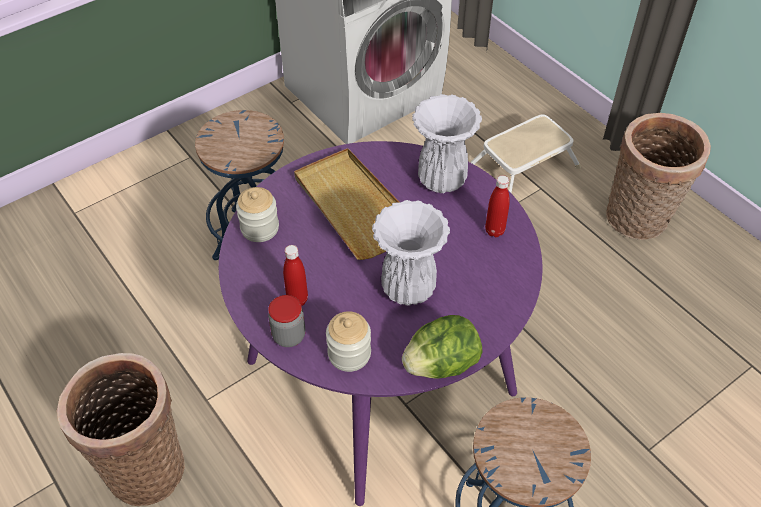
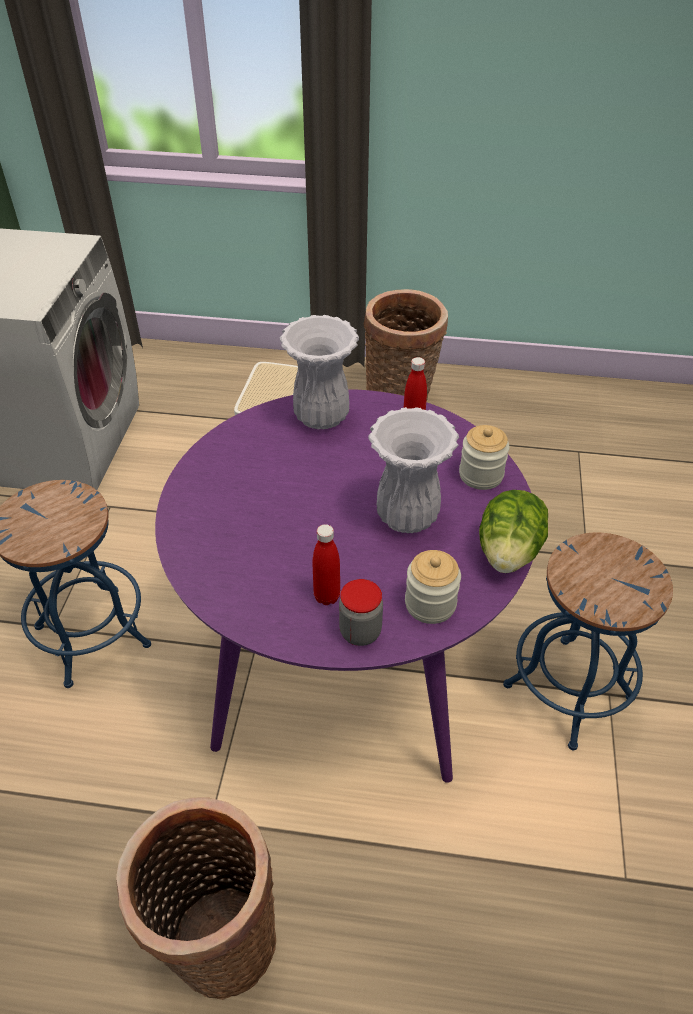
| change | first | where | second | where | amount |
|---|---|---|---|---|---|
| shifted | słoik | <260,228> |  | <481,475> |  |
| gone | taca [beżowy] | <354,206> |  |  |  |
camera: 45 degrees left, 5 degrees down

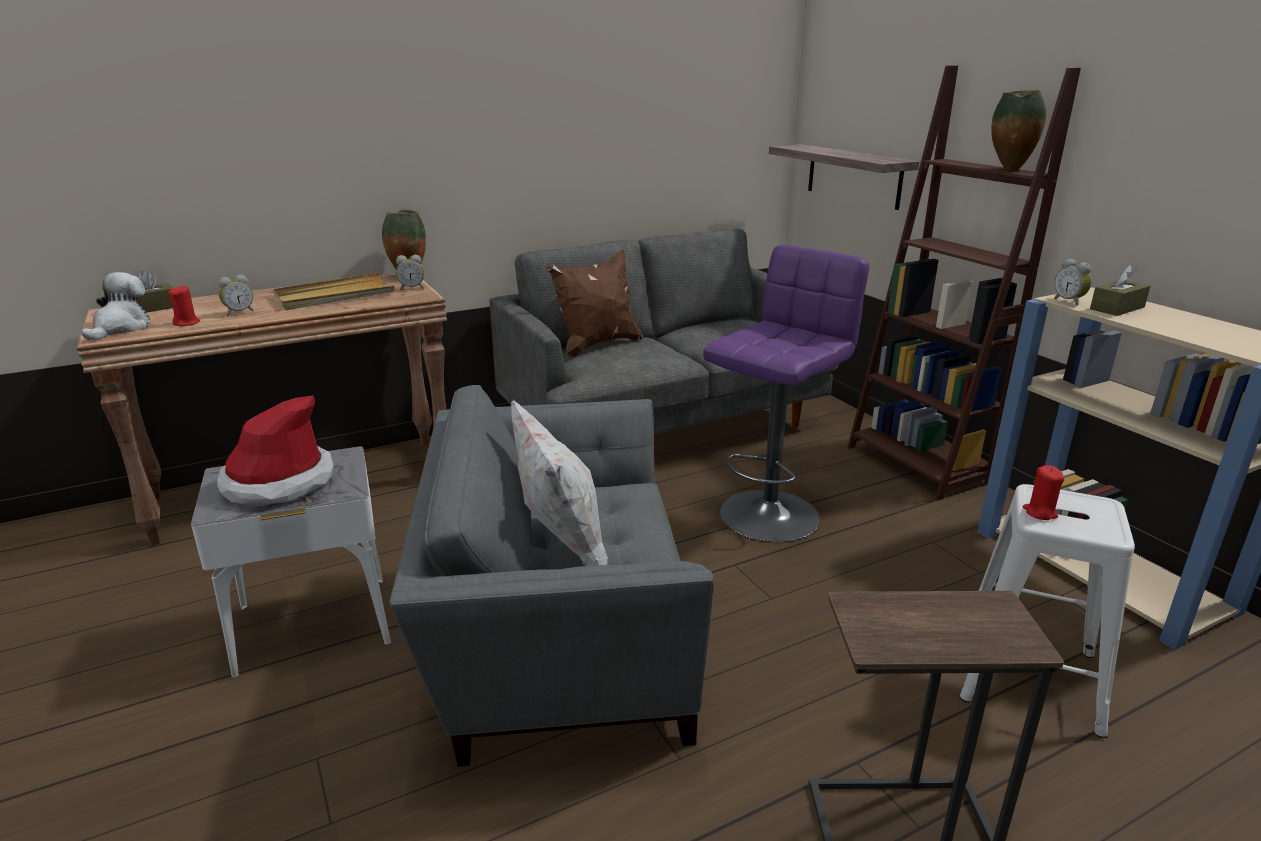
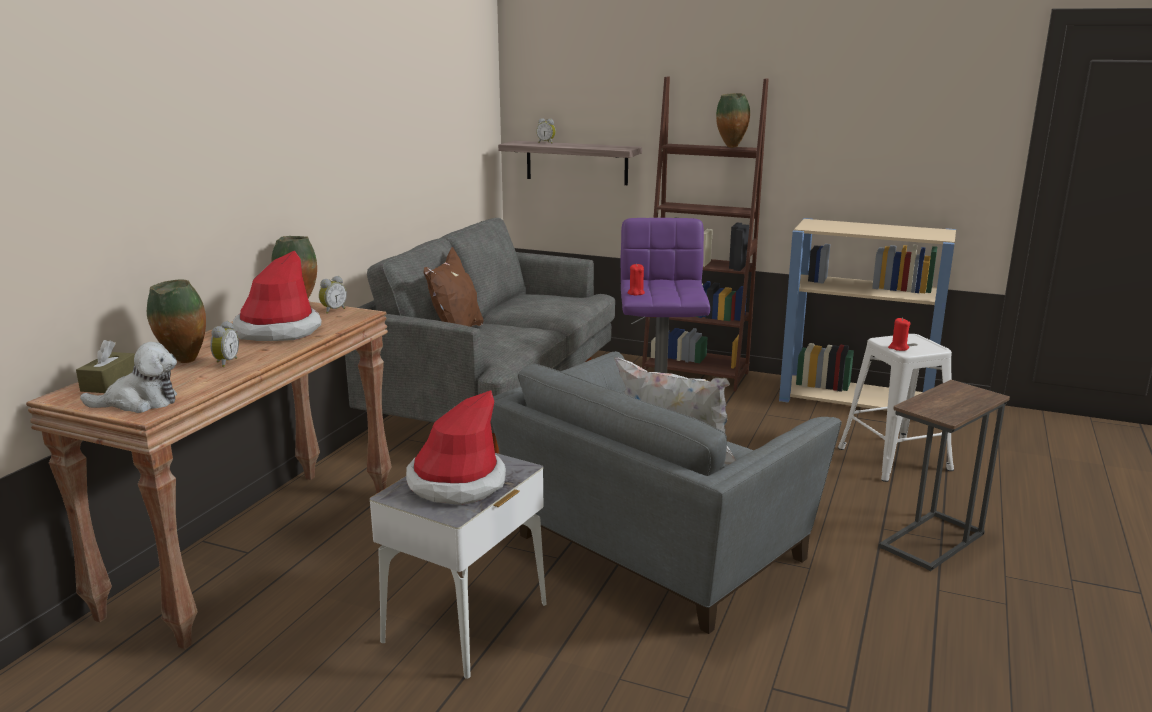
| change | first | where | second | where | amount |
|---|---|---|---|---|---|
| rotated | pluszak | <121,328> |  | <140,402> | 105 degrees clockwise |
| new |  |  | wazon | <184,362> |  |
| swapped | taca [beżowy] | <334,296> | kapelusz | <278,331> |  |
| shifted | budzik | <1069,301> |  | <546,142> |  |
| shifted | świeca [czerwony] | <187,323> |  | <636,293> |  |
| gone | pudełko chusteczek [brązowy] | <1117,308> |  |  |  |
camera: 40 degrees left, 5 degrees down

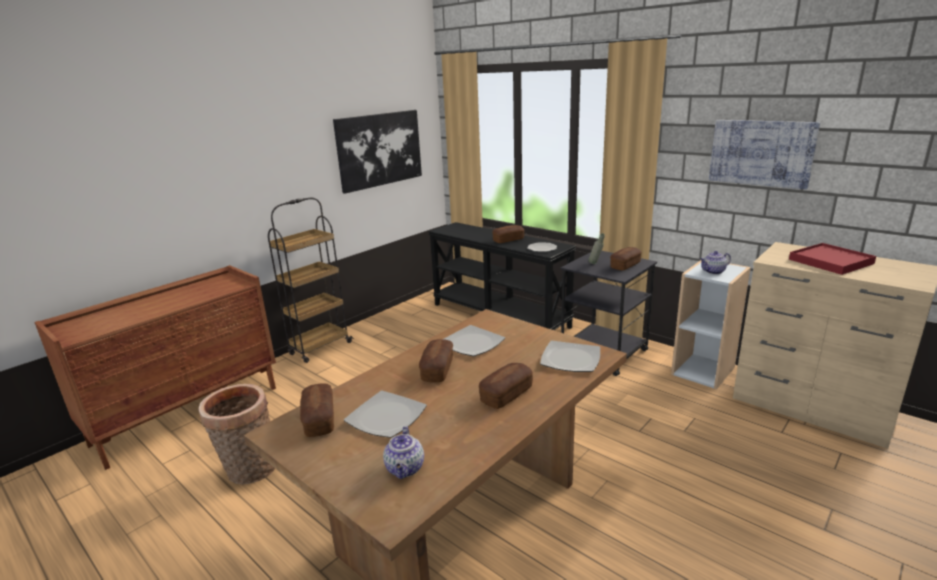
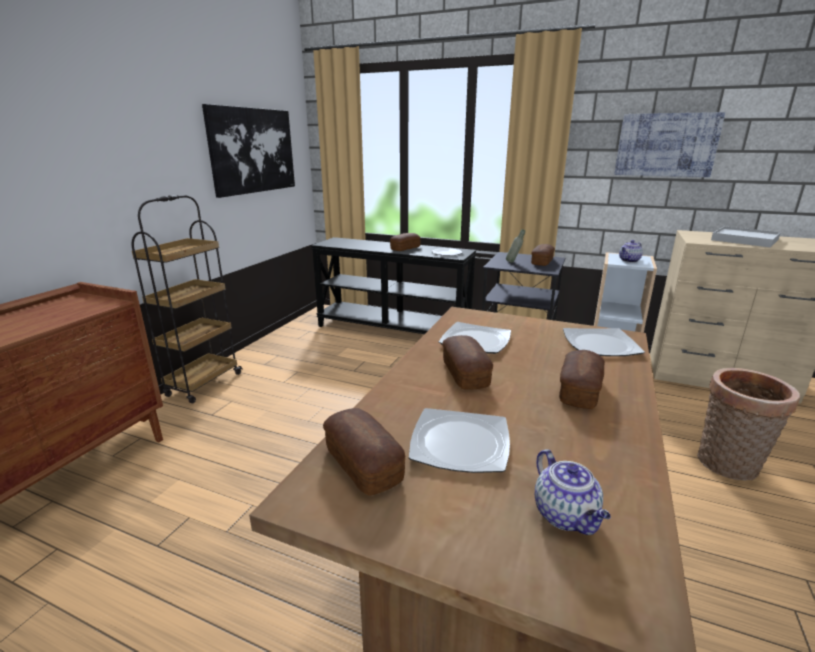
| change | first | where | second | where | amount |
|---|---|---|---|---|---|
| shifted | koszyk | <249,471> |  | <728,466> |  |
| repainted | taca [czerwony] | <830,261> | taca [biały] | <744,240> |  |
camera: 20 degrees left, 0 degrees up

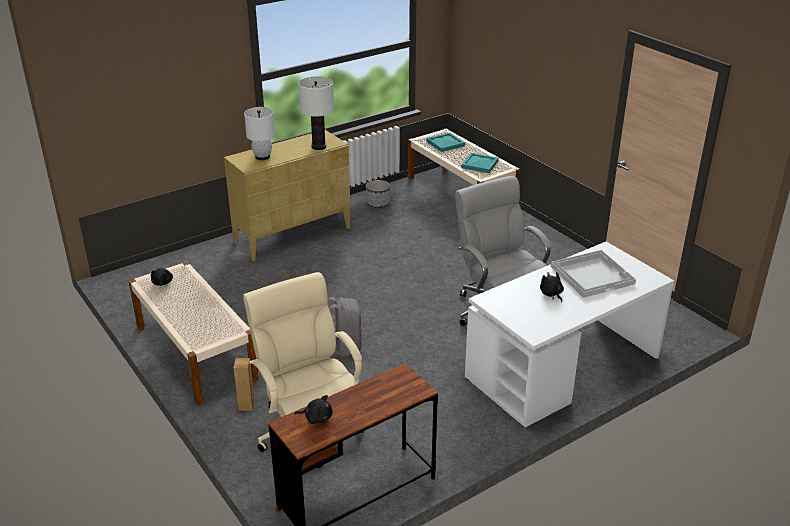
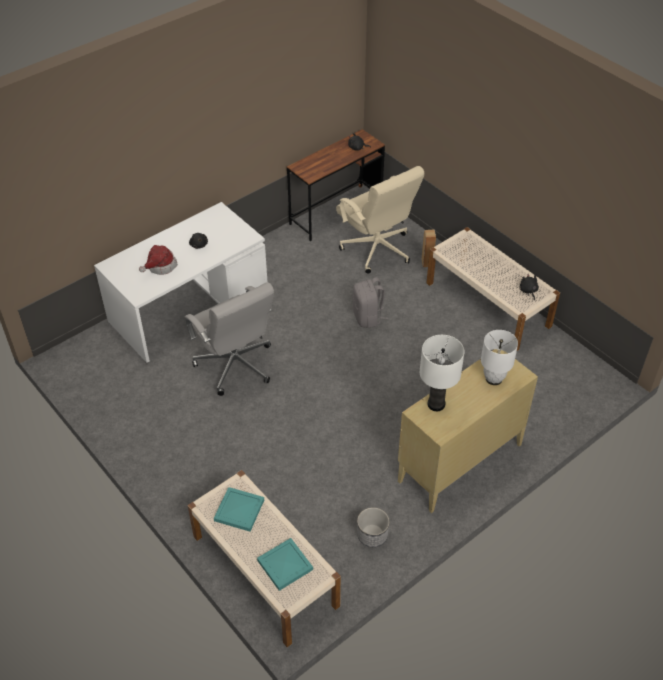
| change | first | where | second | where | amount |
|---|---|---|---|---|---|
| swapped | taca [biały] | <592,275> | kapelusz | <160,266> |  |
camera: 175 degrees right, 15 degrees up

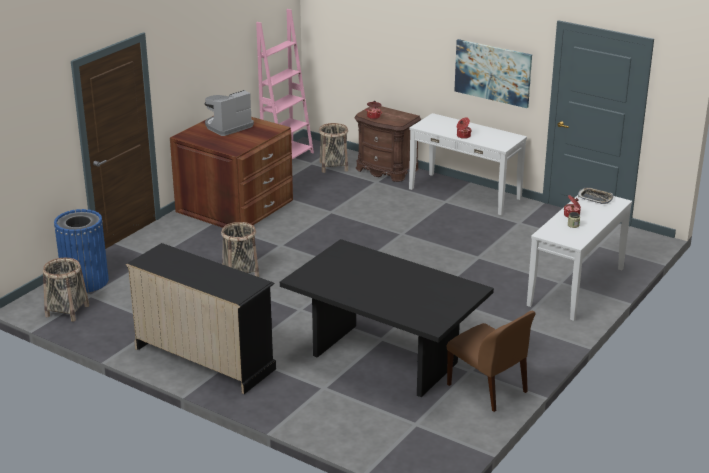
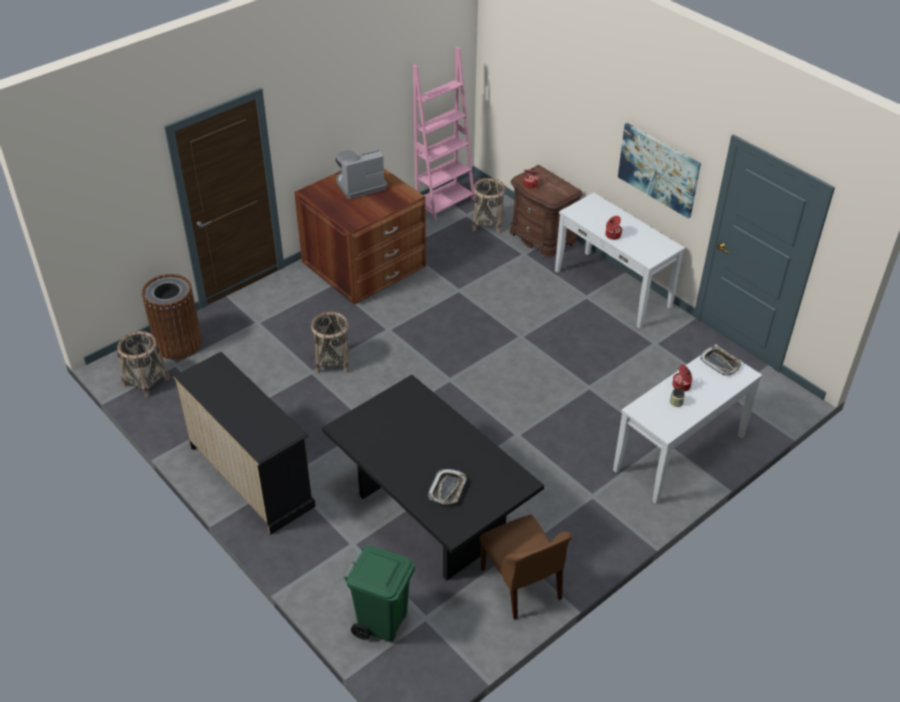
| change | first | where | second | where | amount |
|---|---|---|---|---|---|
| repainted | kosz na śmieci [niebieski] | <85,281> | kosz na śmieci [brązowy] | <178,343> |  |
| new |  |  | kosz na śmieci [zielony] | <382,621> |  |
| new |  |  | taca | <448,489> |  |
camera: 15 degrees right, 15 degrees up

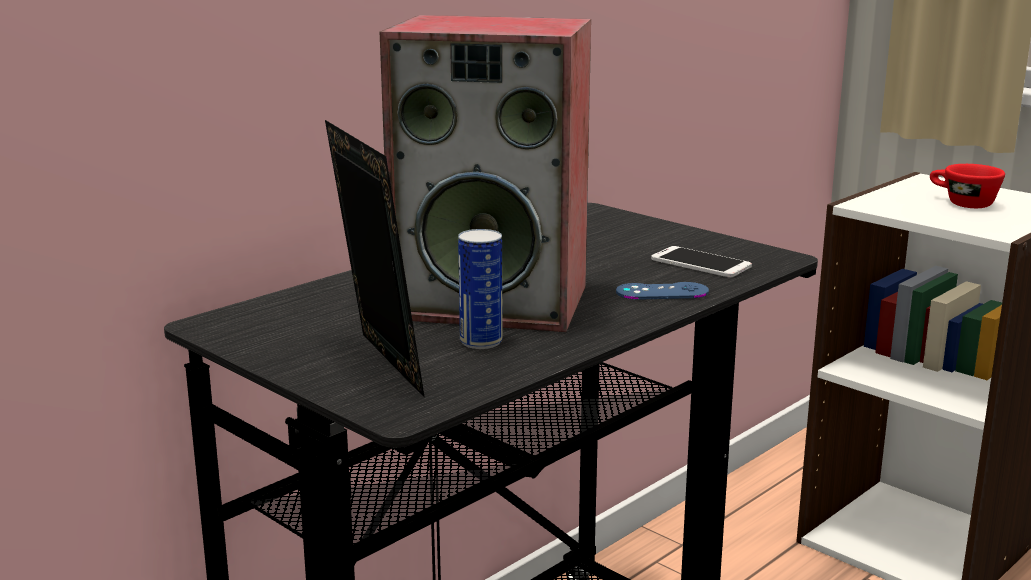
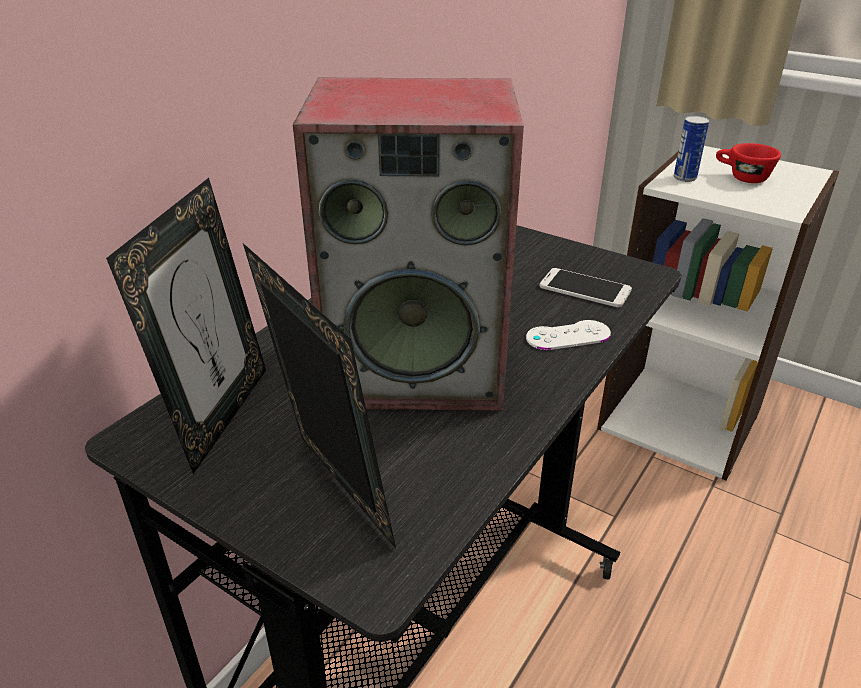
| change | first | where | second | where | amount |
|---|---|---|---|---|---|
| new |  |  | ramka na zdjęcie | <220,415> |  |
| repainted | pad do gier [niebieski] | <662,292> | pad do gier [biały] | <568,336> |  |
| shifted | puszka | <481,341> |  | <684,178> |  |
camera: 10 degrees left, 15 degrees up

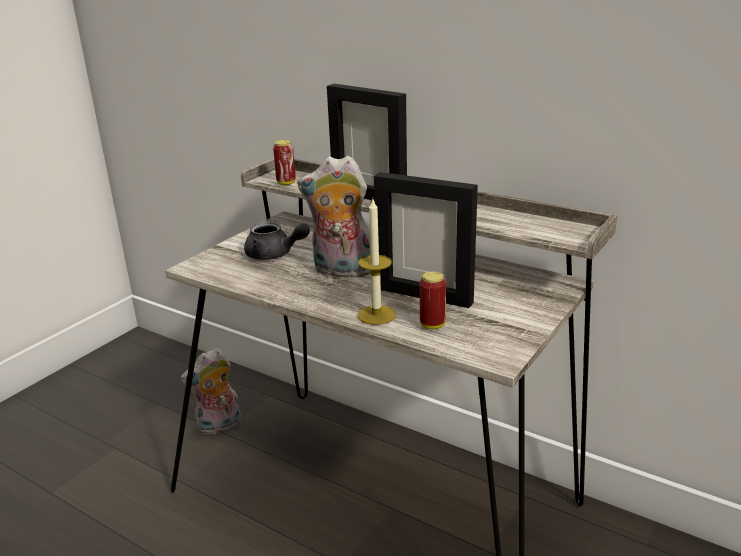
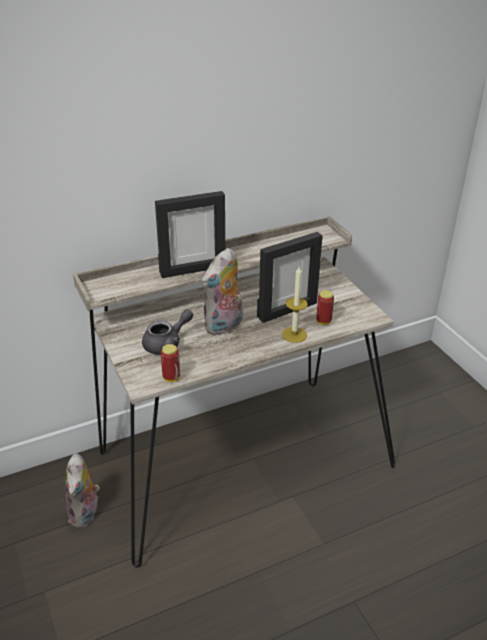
| change | first | where | second | where | amount |
|---|---|---|---|---|---|
| shifted | puszka | <286,183> |  | <171,378> |  |
camera: 60 degrees left, 10 degrees up

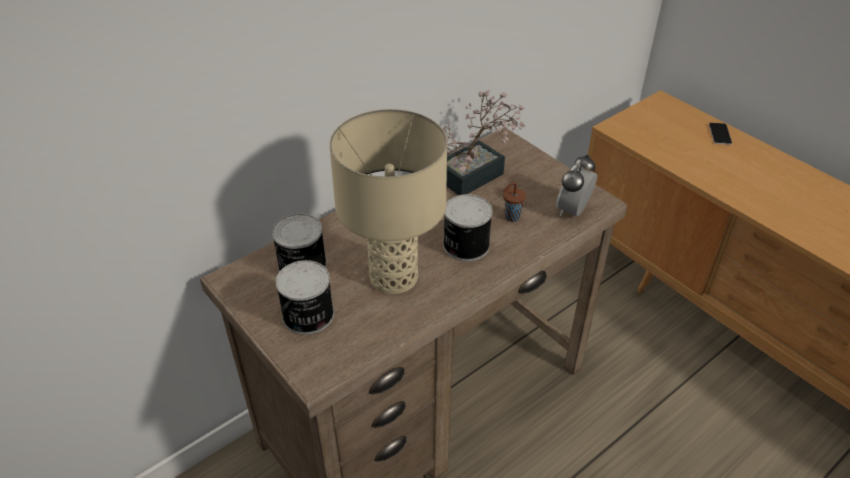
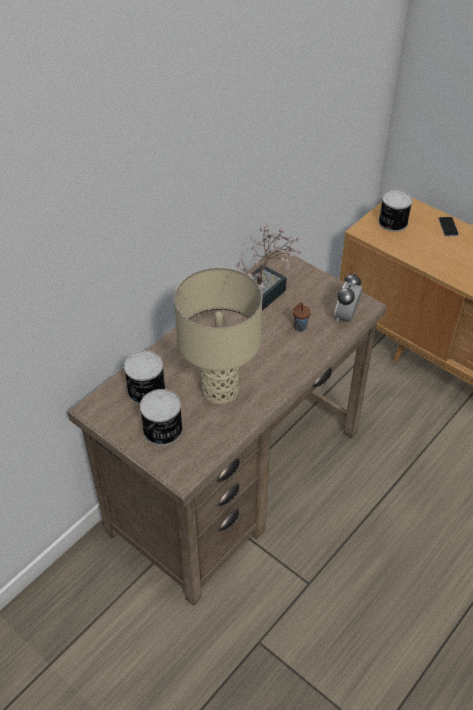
| change | first | where | second | where | amount |
|---|---|---|---|---|---|
| shifted | puszka | <464,245> |  | <392,222> |  |
camera: 10 degrees left, 5 degrees up

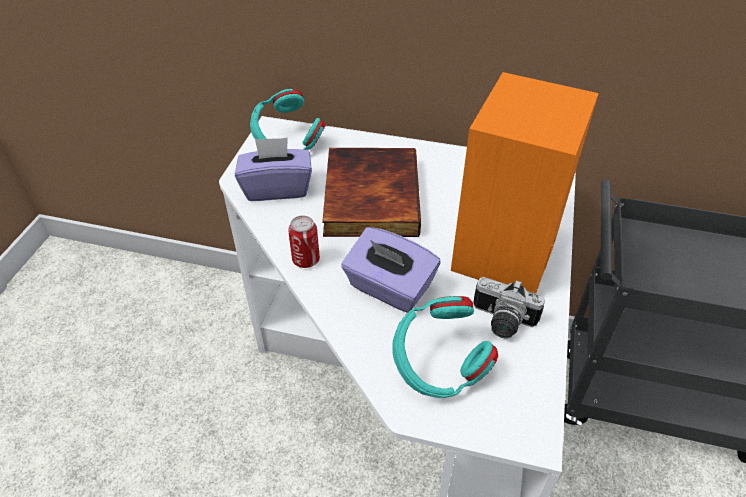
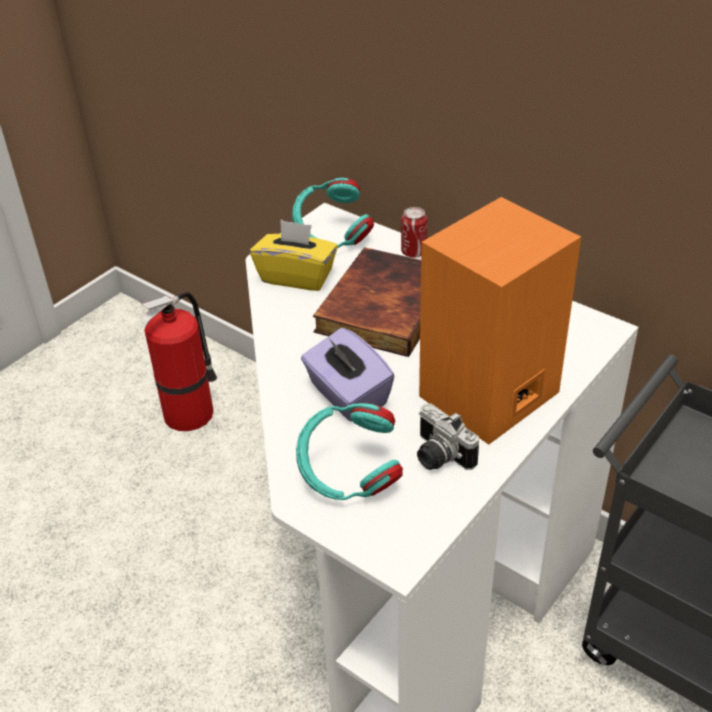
| change | first | where | second | where | amount |
|---|---|---|---|---|---|
| new |  |  | gaśnica | <190,412> |  |
| repainted | pudełko chusteczek [fioletowy] | <277,188> | pudełko chusteczek [żółty] | <297,276> |  |
| shifted | puszka | <306,259> |  | <414,252> |  |
camera: 25 degrees right, 5 degrees down

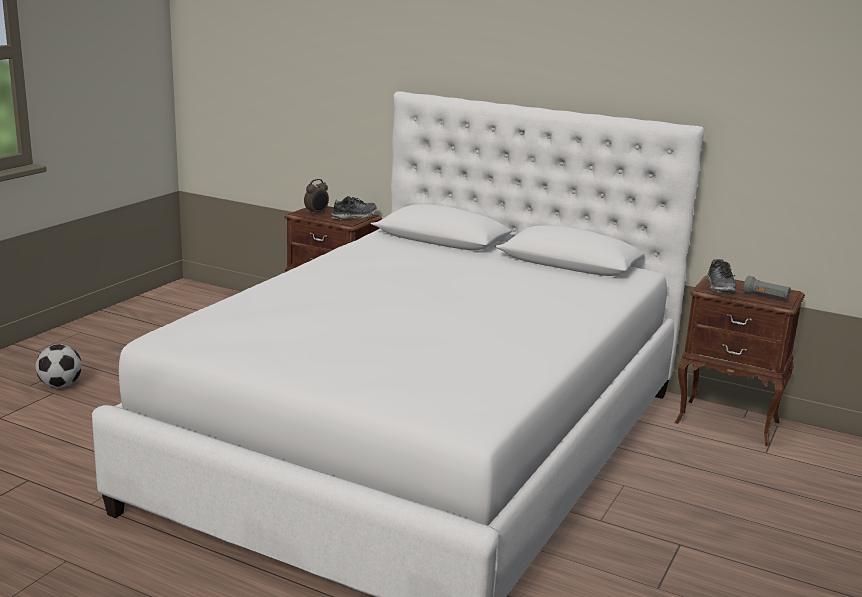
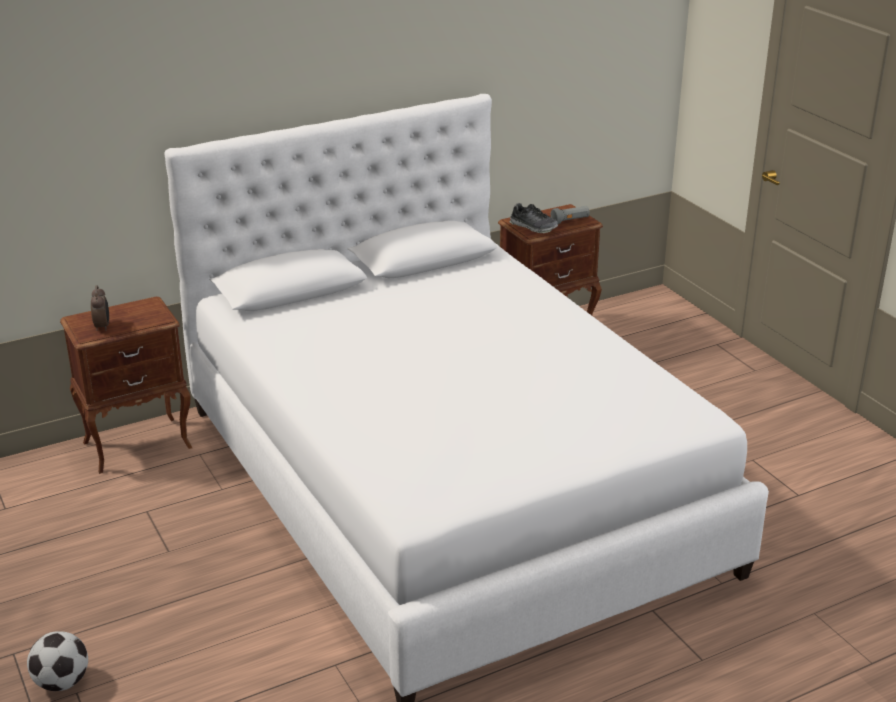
| change | first | where | second | where | amount |
|---|---|---|---|---|---|
| gone | but | <354,216> |  |  |  |
camera: 55 degrees left, 10 degrees up

